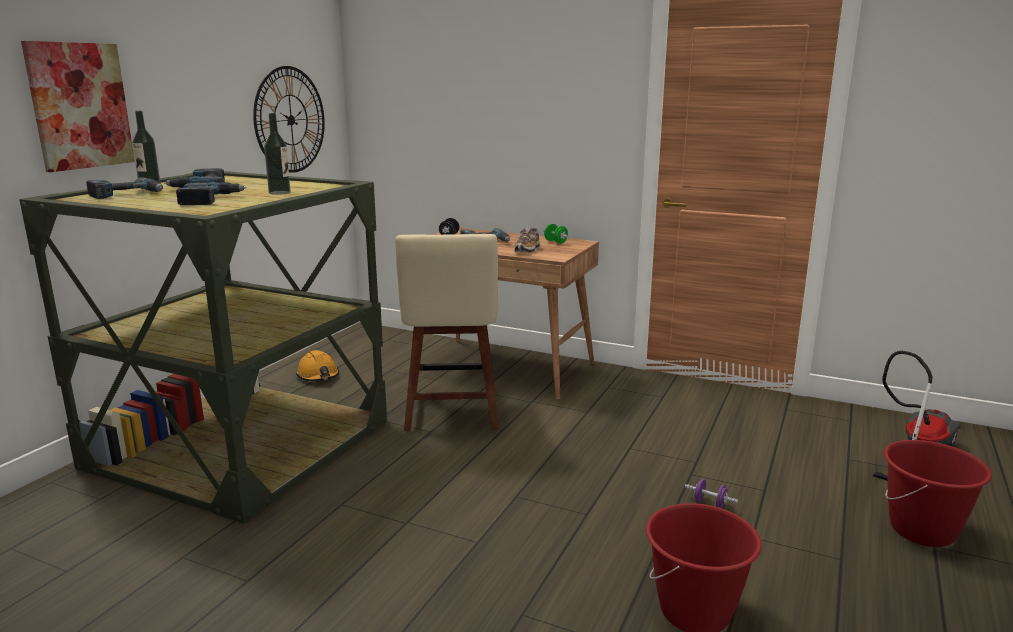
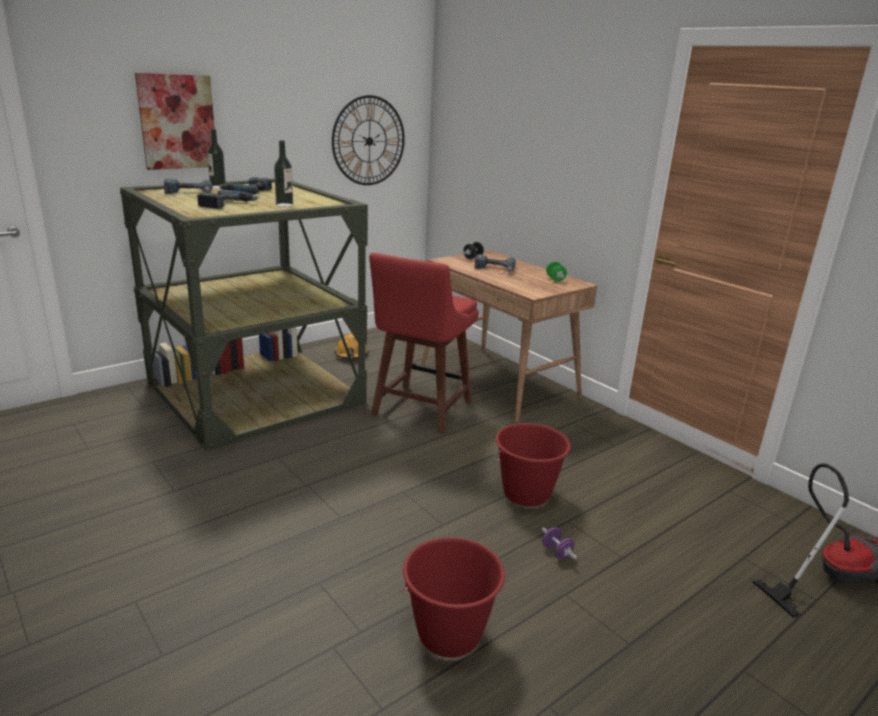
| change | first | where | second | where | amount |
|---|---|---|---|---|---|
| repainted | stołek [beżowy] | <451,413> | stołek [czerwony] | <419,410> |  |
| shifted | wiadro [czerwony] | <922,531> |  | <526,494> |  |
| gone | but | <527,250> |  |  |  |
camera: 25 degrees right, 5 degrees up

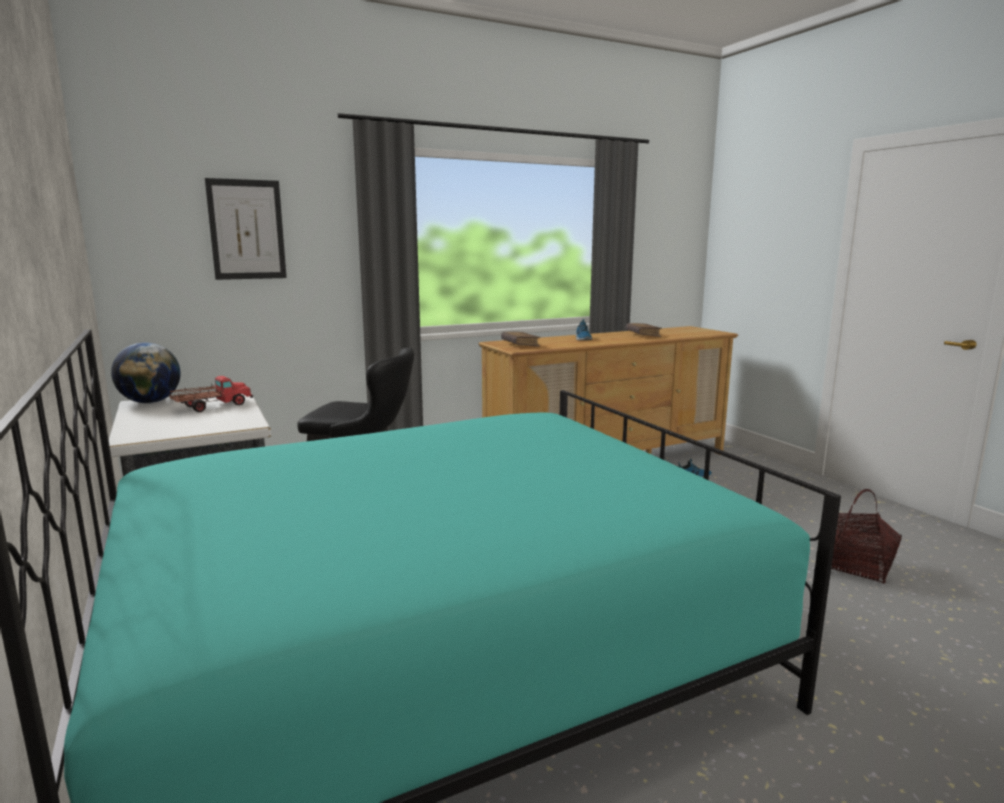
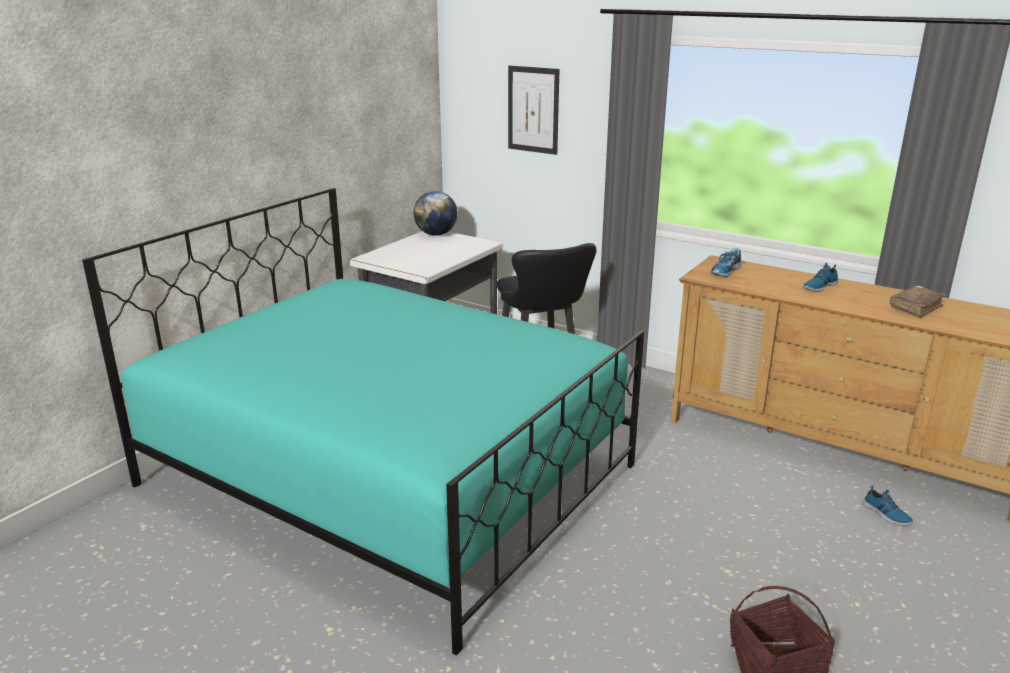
| change | first | where | second | where | amount |
|---|---|---|---|---|---|
| swapped | książka [brązowy] | <520,345> | but | <726,271> |  |
| gone | ciężarówka zabawkowa | <211,406> |  |  |  |
camera: 60 degrees right, 10 degrees up

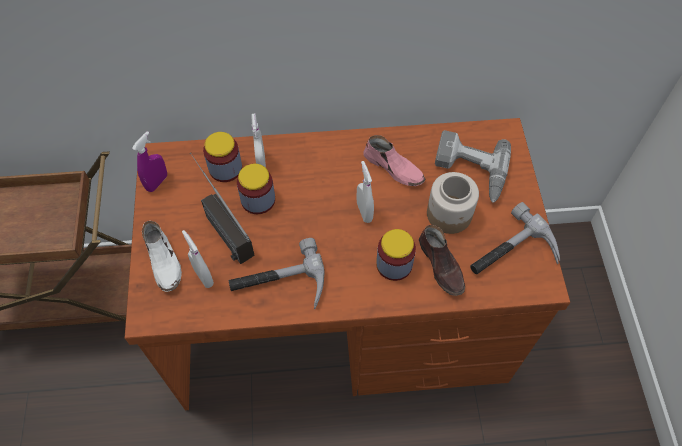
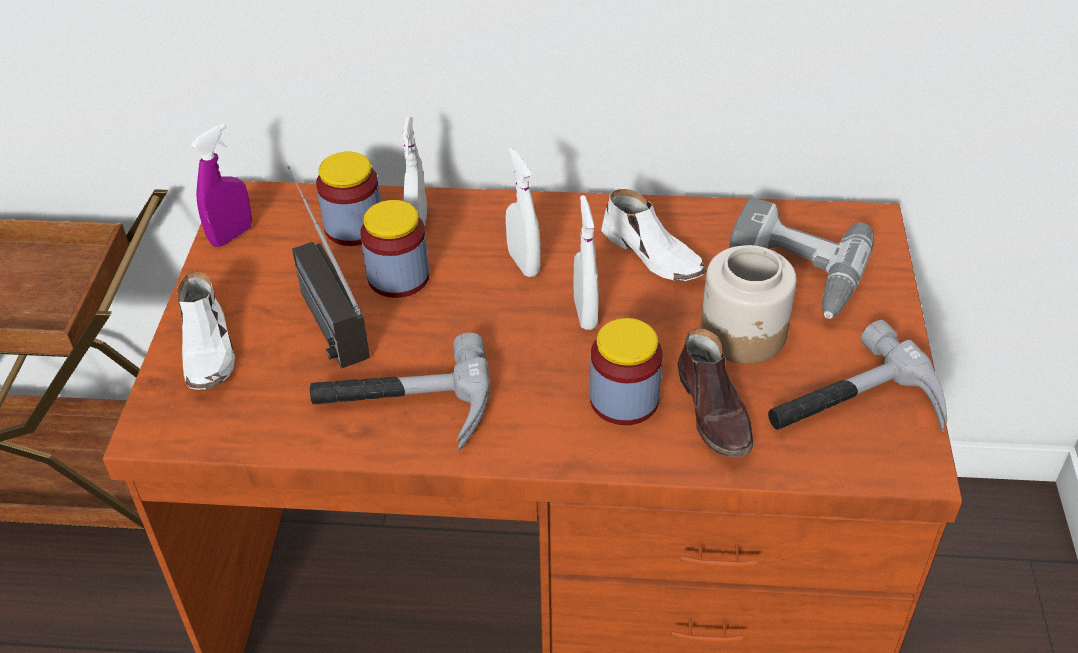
| change | first | where | second | where | amount |
|---|---|---|---|---|---|
| shifted | spryskiwacz [biały] | <204,277> |  | <523,263> |  |
| repainted | but [różowy] | <394,168> | but [biały] | <653,254> |  |
camera: 10 degrees right, 15 degrees down

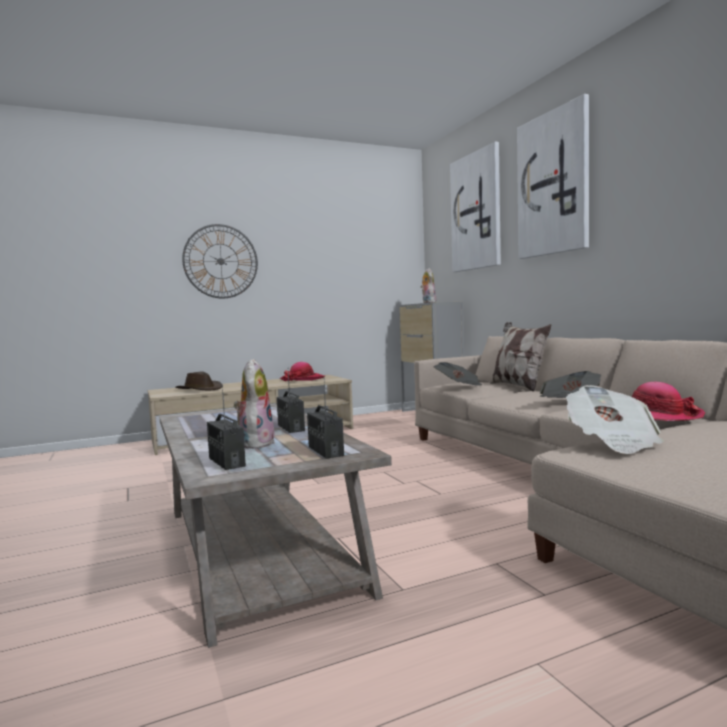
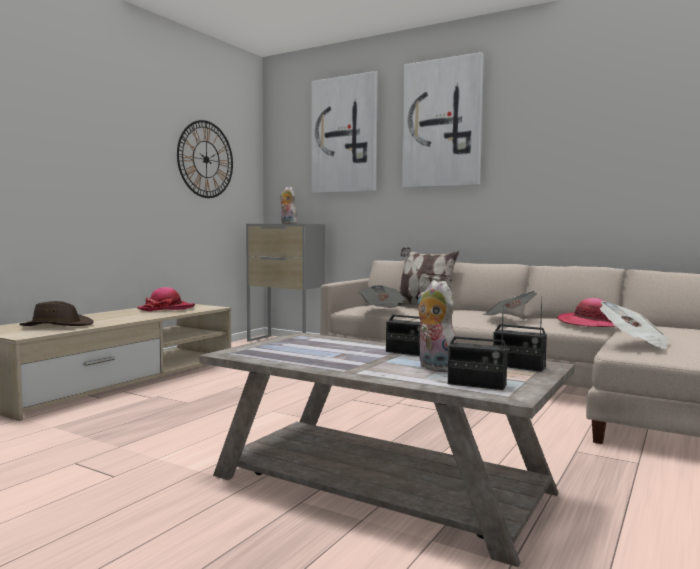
| change | first | where | second | where | amount |
|---|---|---|---|---|---|
| shifted | zegar ścienny | <221,261> |  | <206,159> |  |
camera: 35 degrees left, 0 degrees up

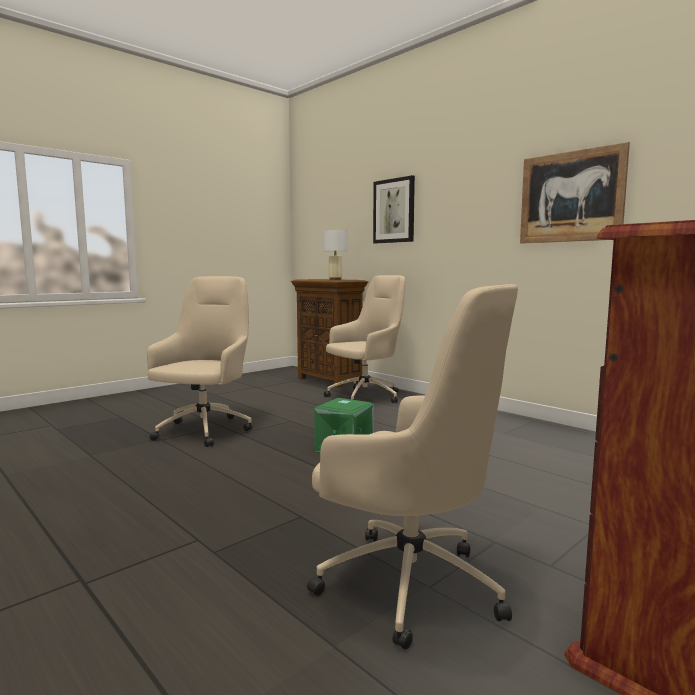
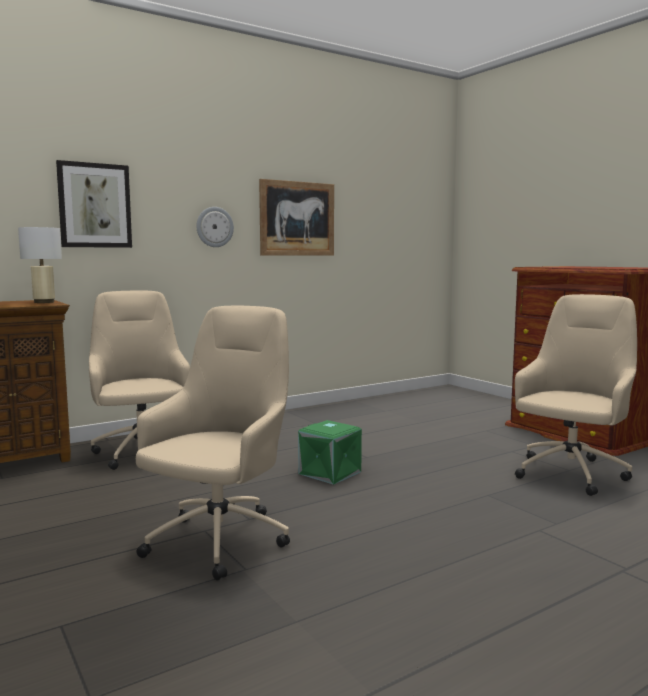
| change | first | where | second | where | amount |
|---|---|---|---|---|---|
| rotated | krzesło biurowe [beżowy] | <204,430> |  | <219,541> | 90 degrees clockwise |
| new |  |  | zegar ścienny | <214,227> |  |
camera: 80 degrees left, 0 degrees up

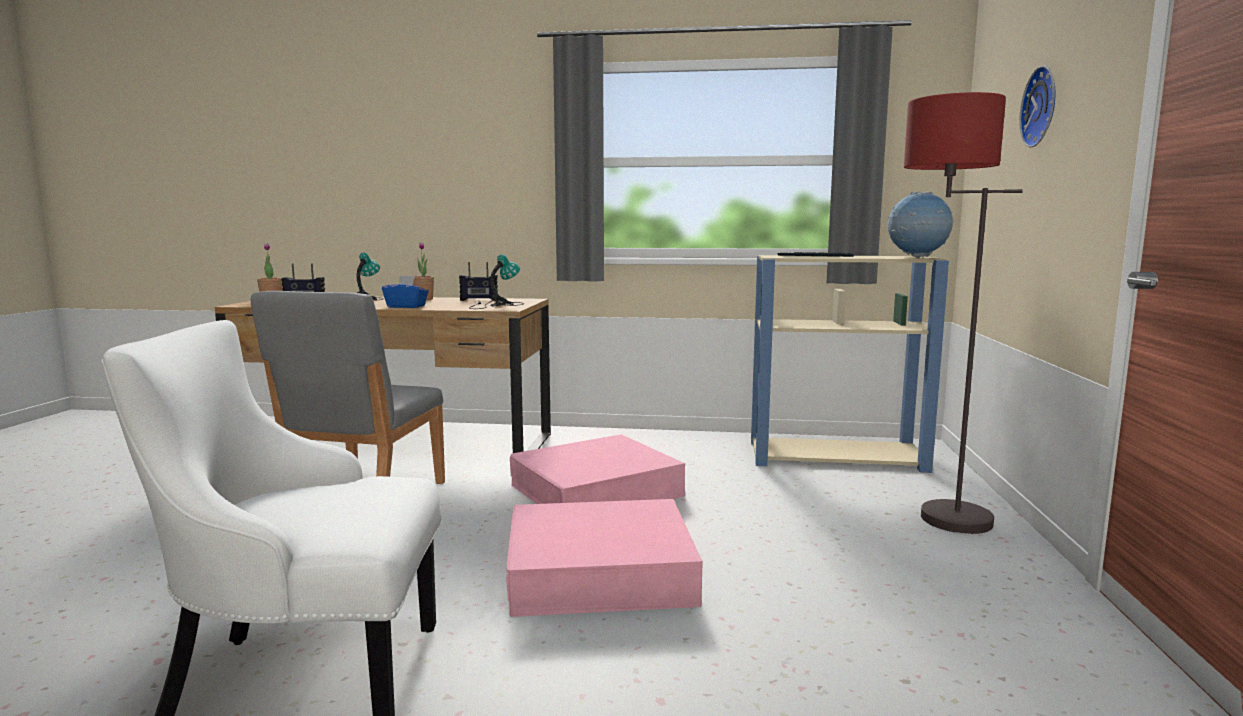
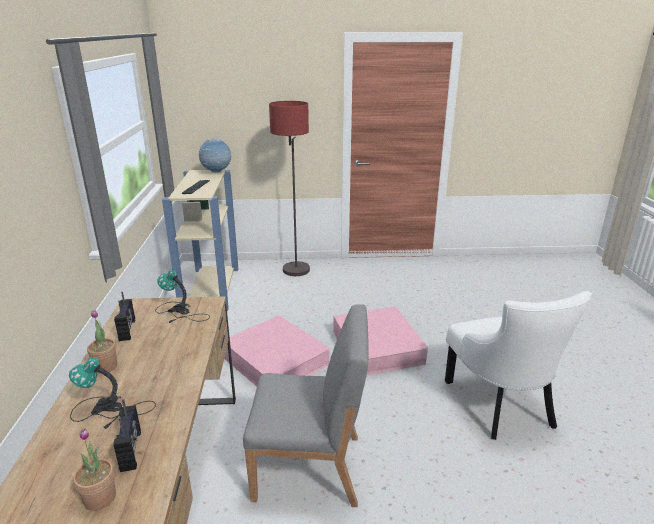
| change | first | where | second | where | amount |
|---|---|---|---|---|---|
| gone | pudełko chusteczek [niebieski] | <406,306> |  |  |  |
| gone | zegar ścienny | <1043,107> |  |  |  |
camera: 100 degrees left, 15 degrees up

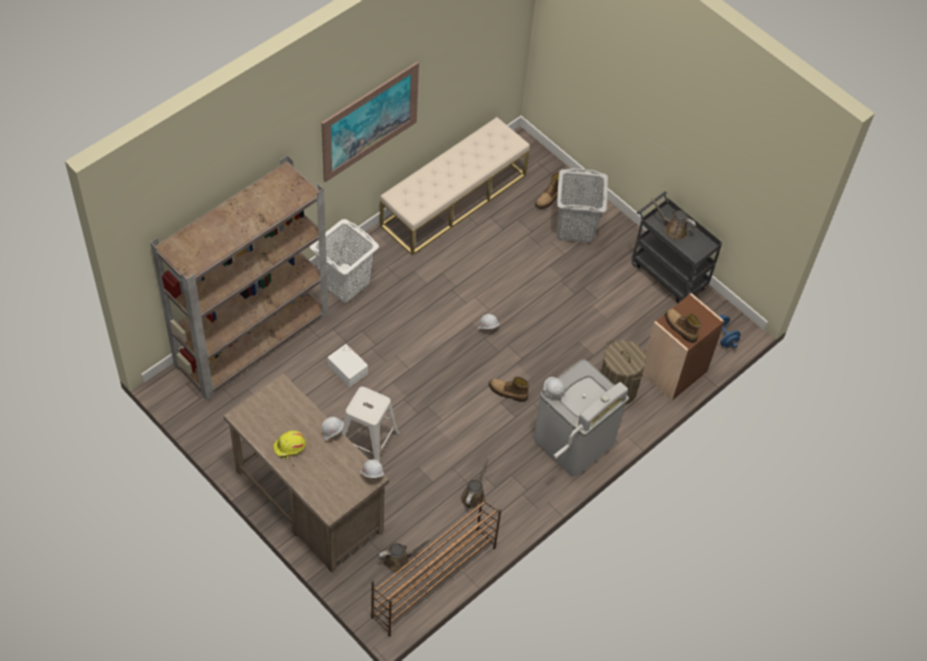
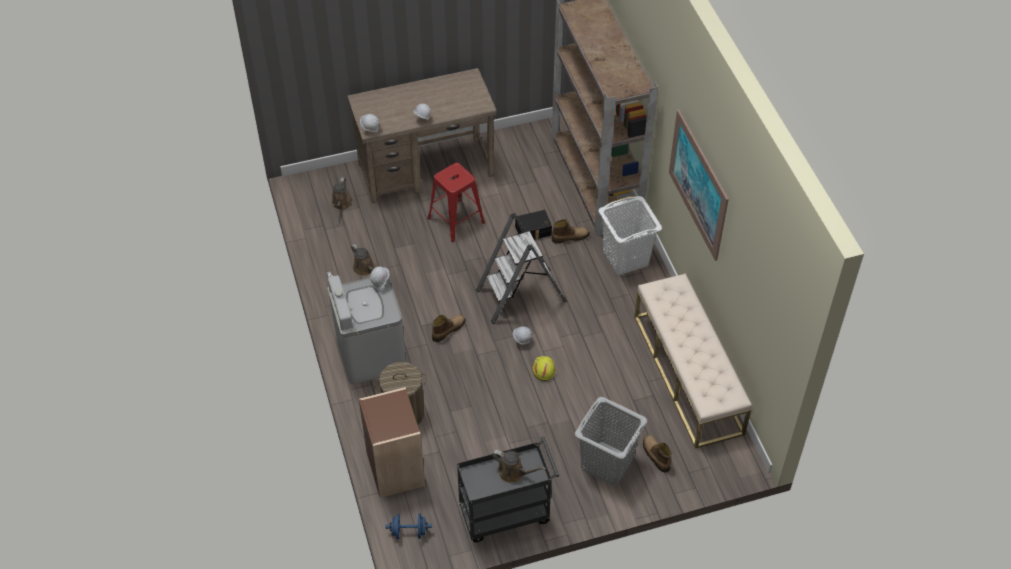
| change | first | where | second | where | amount |
|---|---|---|---|---|---|
| repainted | stołek [biały] | <368,441> | stołek [czerwony] | <456,220> |  |
| new |  |  | drabinka [szary] | <522,294> |  |
| rotated | konewka [brązowy] | <673,230> |  | <513,473> | 60 degrees clockwise |
| repainted | pojemnik do przechowywania [biały] | <348,369> | pojemnik do przechowywania [czarny] | <533,231> |  |
| shifted | kask [żółty] | <289,447> |  | <543,369> |  |
| shifted | but z cholewką | <680,328> |  | <570,237> |  |
| gone | regał na buty [brązowy] | <433,582> |  |  |  |
camera: 120 degrees right, 5 degrees down

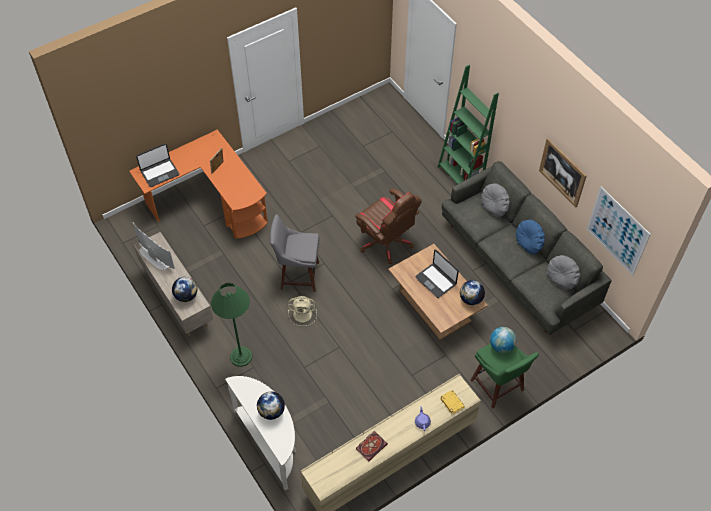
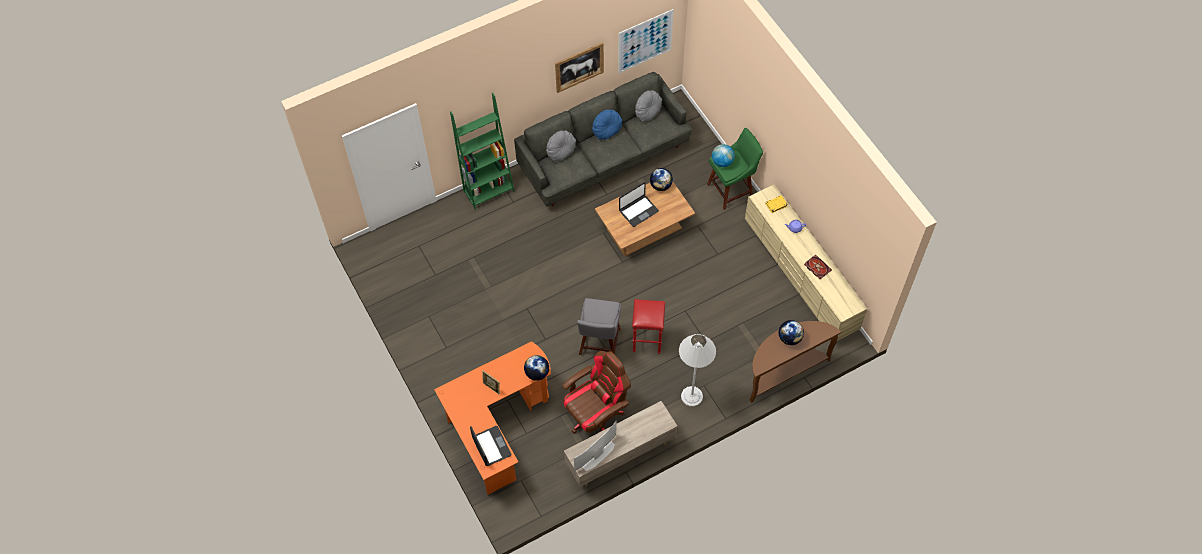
| change | first | where | second | where | amount |
|---|---|---|---|---|---|
| shifted | globus | <186,296> |  | <537,373> |  |
| shifted | krzesło biurowe [brązowy] | <385,242> |  | <596,416> |  |
| swapped | wentylator [beżowy] | <303,314> | stołek [czerwony] | <646,340> |  |
| repainted | lampa stojąca [zielony] | <241,356> | lampa stojąca [biały] | <691,396> |  |
| repainted | stolik konsolowy [biały] | <271,443> | stolik konsolowy [brązowy] | <783,371> |  |
camera: 85 degrees left, 5 degrees up

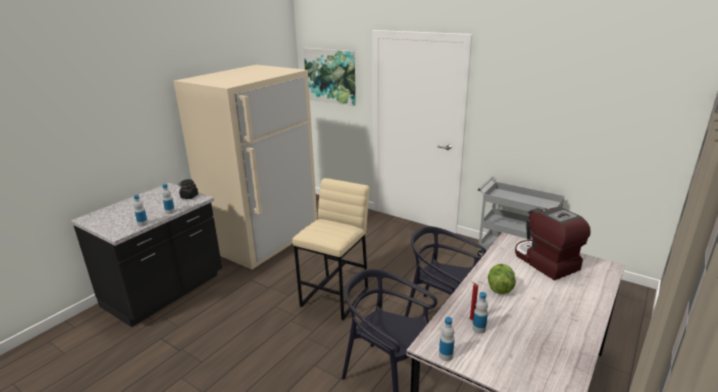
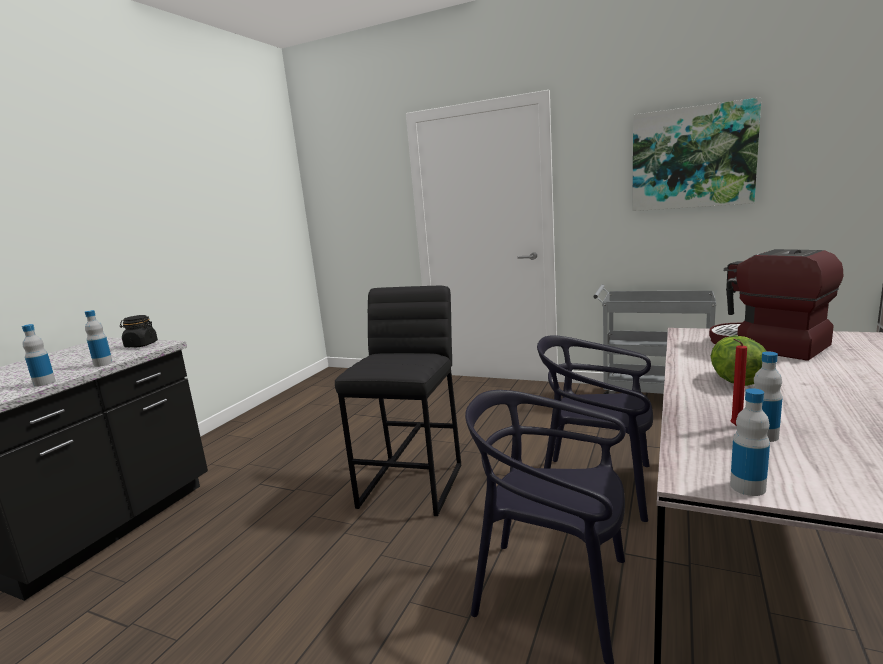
| change | first | where | second | where | amount |
|---|---|---|---|---|---|
| repainted | stołek [beżowy] | <335,296> | stołek [czarny] | <412,484> |  |
| shifted | obraz | <330,76> |  | <692,158> |  |
| gone | lodówka [beżowy] | <264,237> |  |  |  |
camera: 10 degrees left, 10 degrees down

